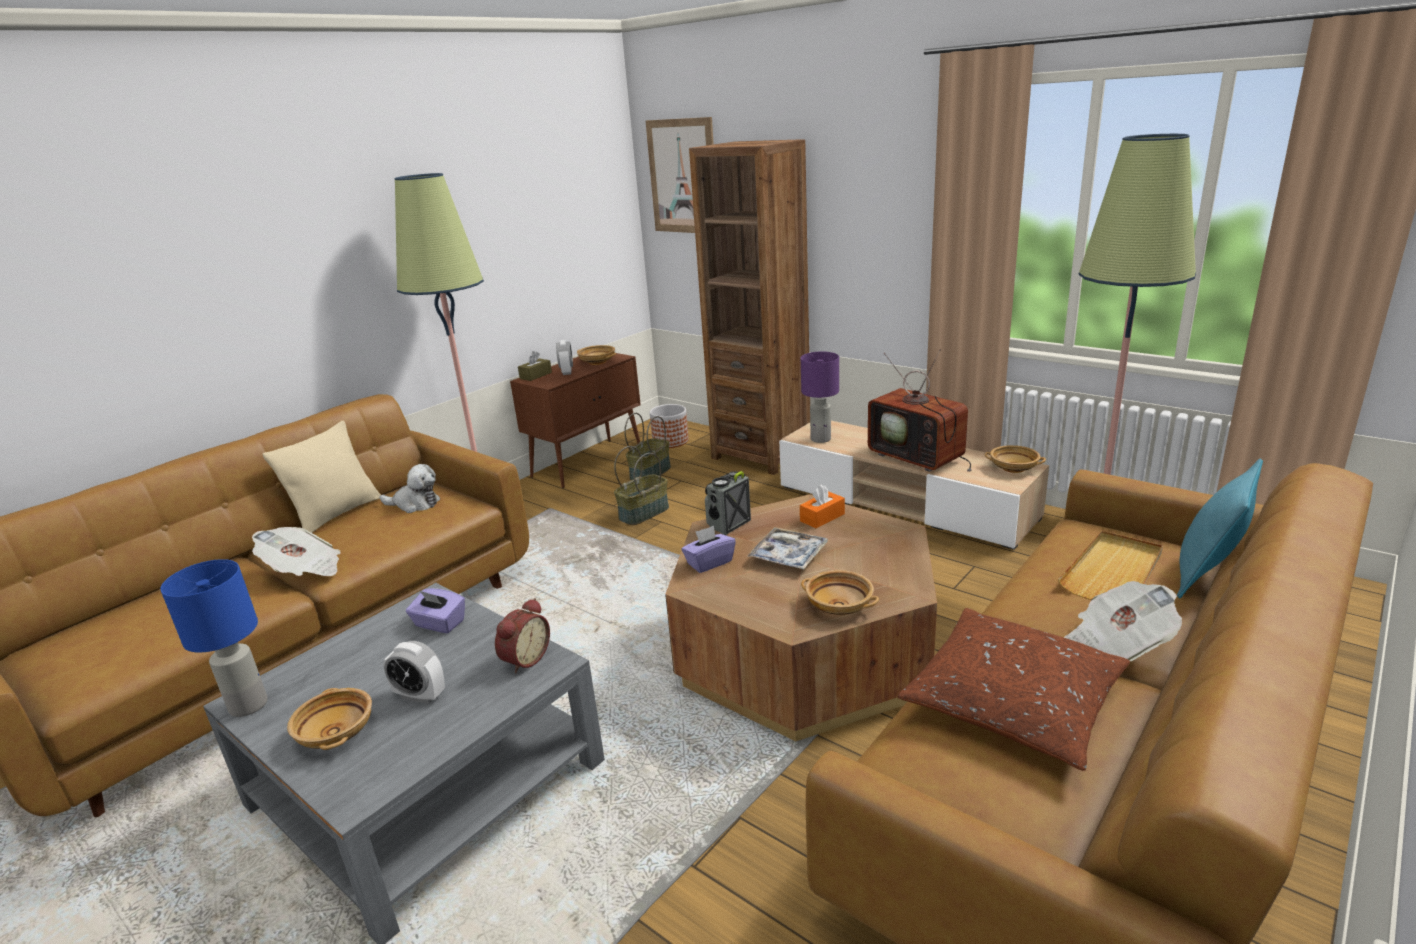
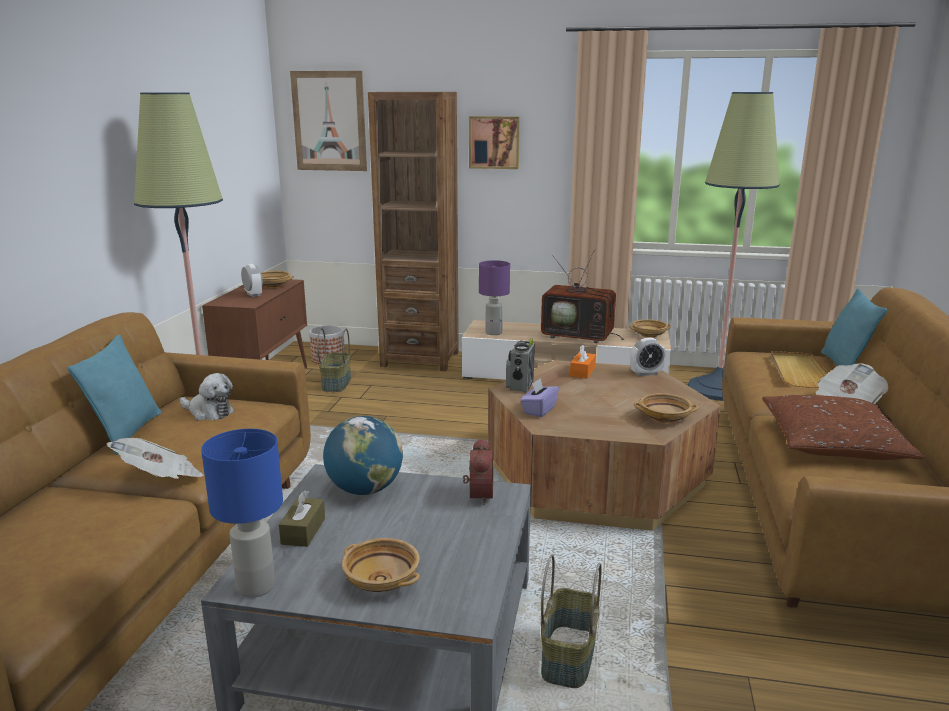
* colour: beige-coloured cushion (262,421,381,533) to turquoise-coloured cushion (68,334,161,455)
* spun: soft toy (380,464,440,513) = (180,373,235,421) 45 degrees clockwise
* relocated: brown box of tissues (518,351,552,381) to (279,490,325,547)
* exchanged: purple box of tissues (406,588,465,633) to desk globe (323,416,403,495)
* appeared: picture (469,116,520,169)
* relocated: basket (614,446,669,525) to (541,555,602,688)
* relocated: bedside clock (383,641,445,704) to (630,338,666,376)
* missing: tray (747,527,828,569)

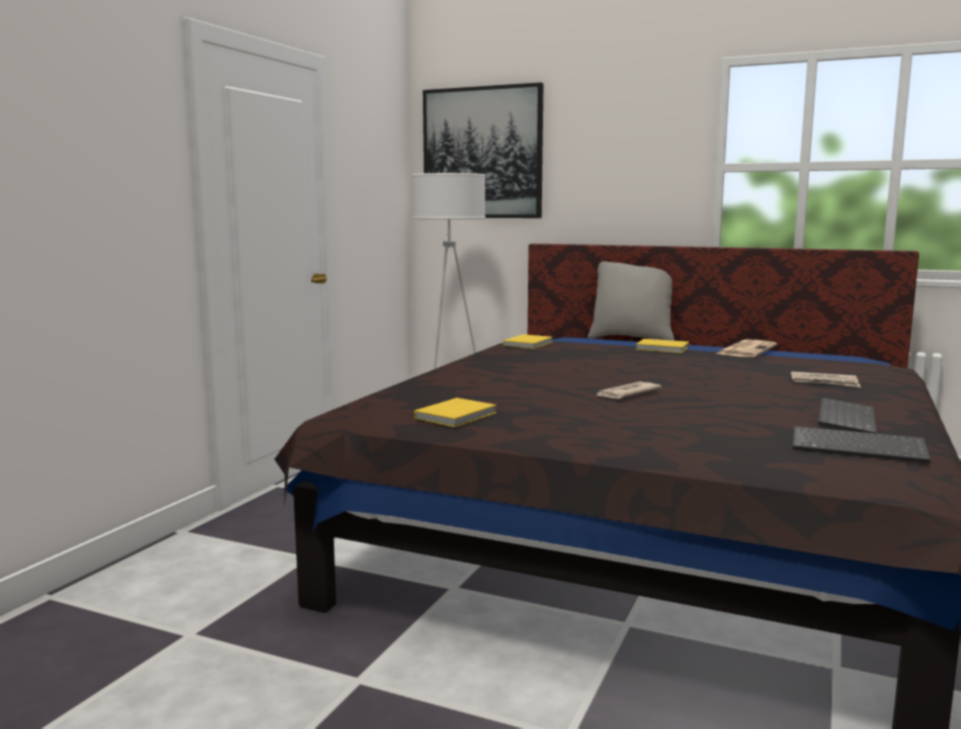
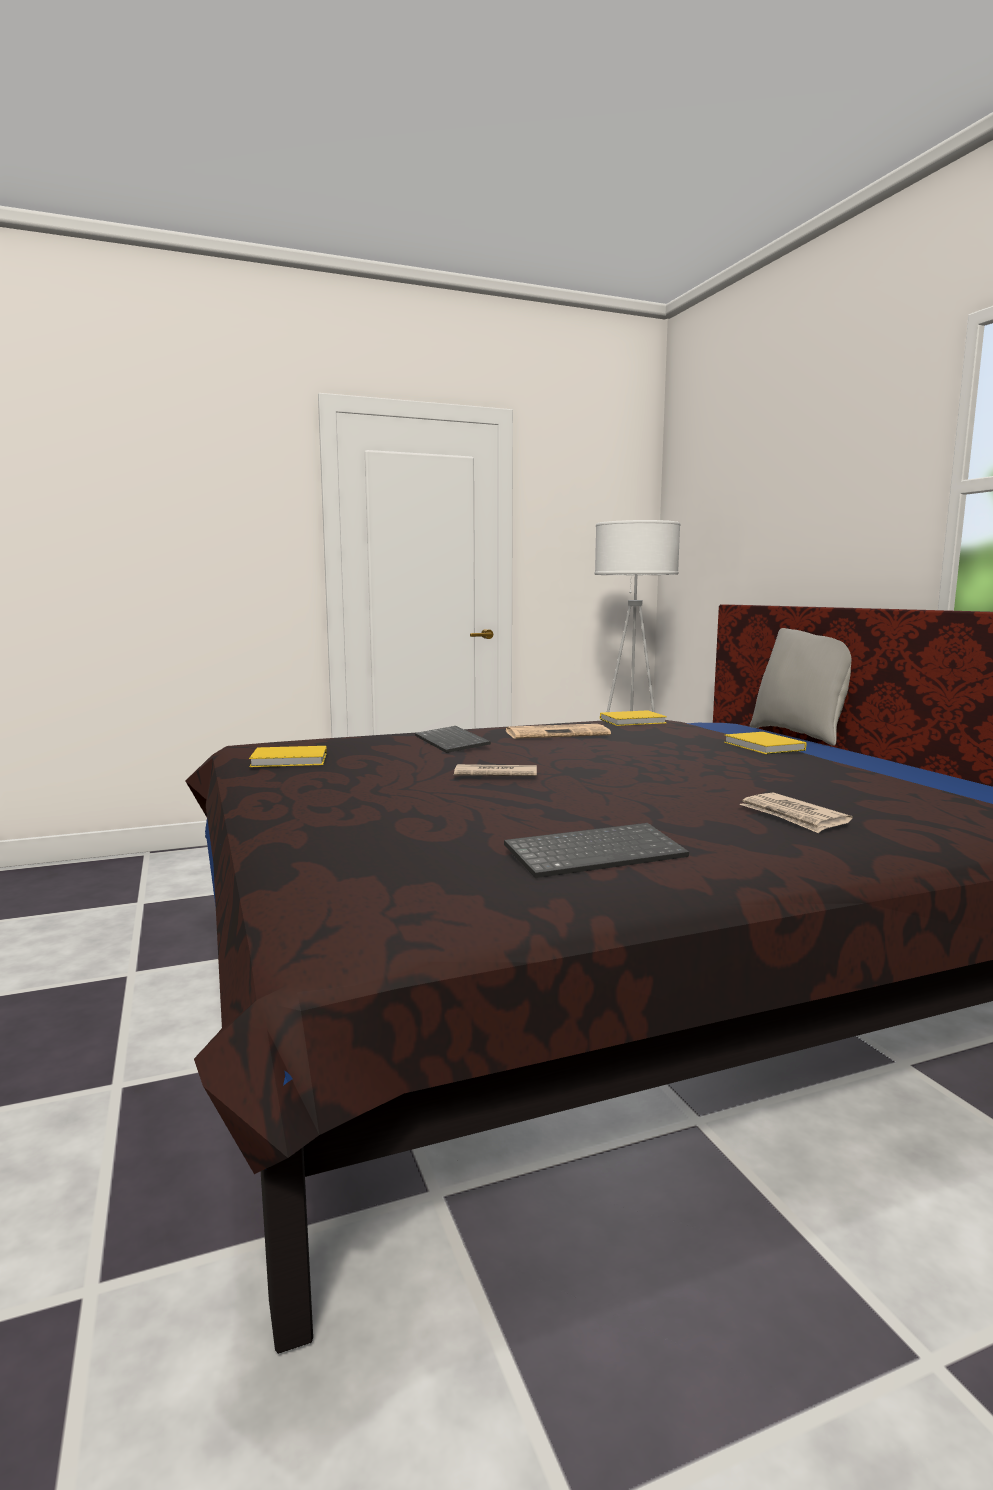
* relocated: PC keyboard (793,426,930,464) to (415,726,491,753)
* relocated: daily paper (716,339,777,357) to (506,724,611,739)
* missing: picture (423,82,544,218)

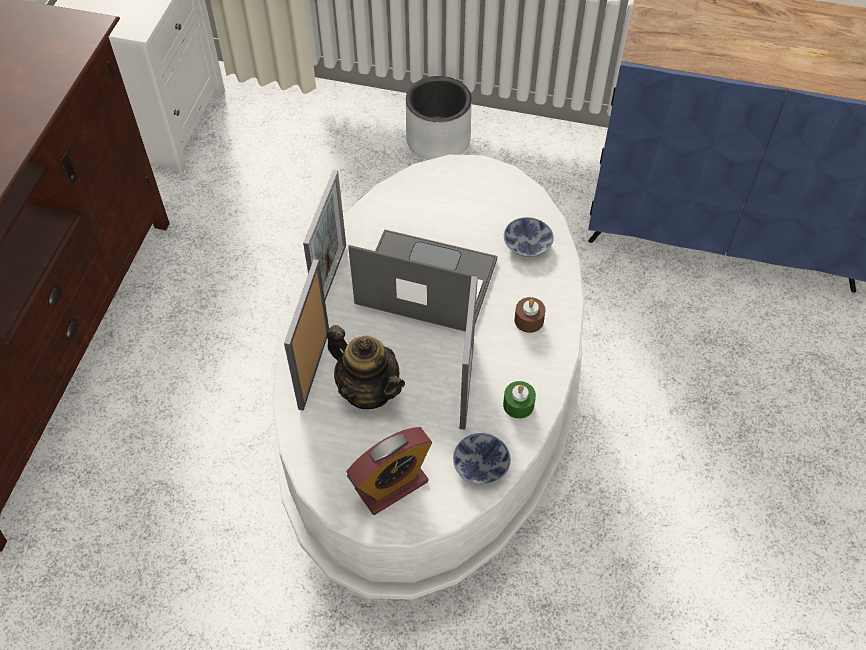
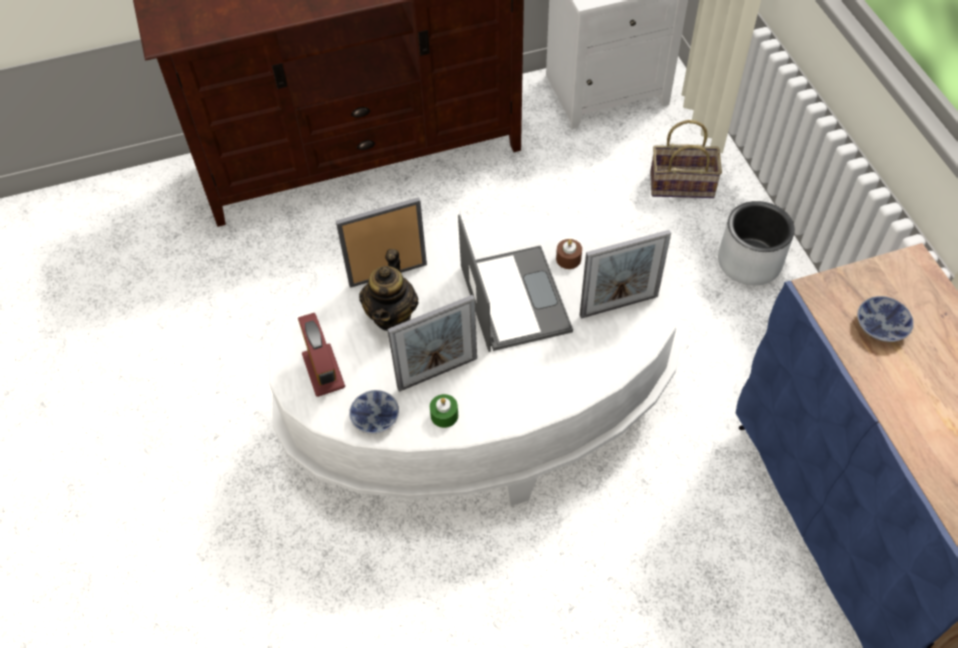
* spun: bedside clock (346,427,432,515) = (298,313,345,397) 135 degrees counterclockwise
* relocated: brown wax candle (514,297,546,333) to (556,239,582,269)
* relocated: photo frame (303,170,346,300) to (580,230,671,319)
* appeared: basket (650,120,722,198)
* relocated: bowl (504,217,554,257) to (857,296,913,342)

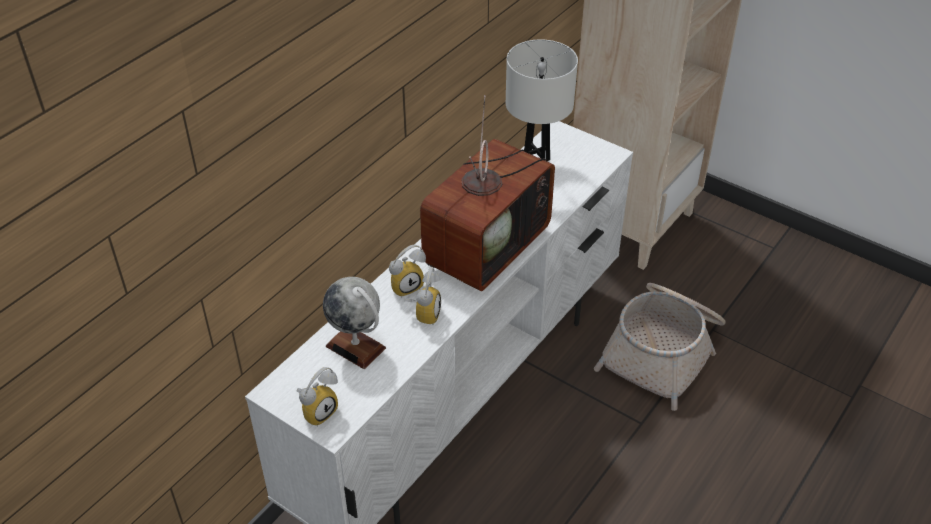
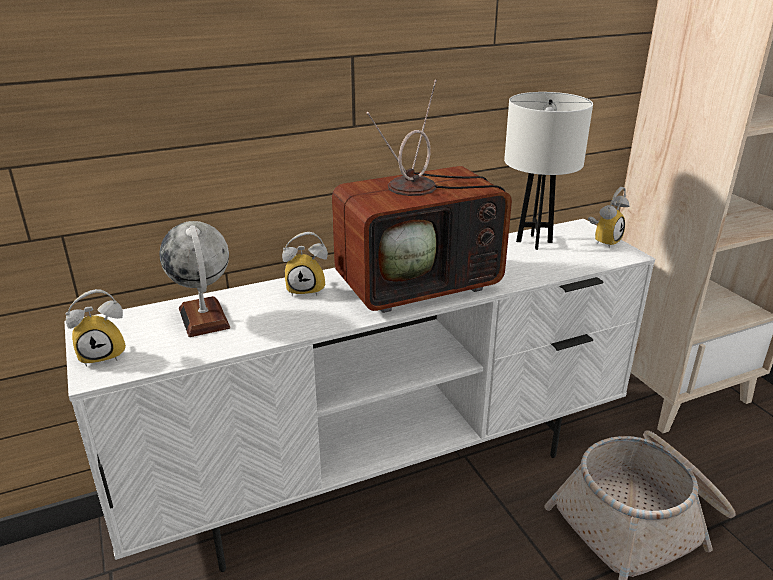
* relocated: bedside clock (404,267,441,324) to (588,187,629,249)

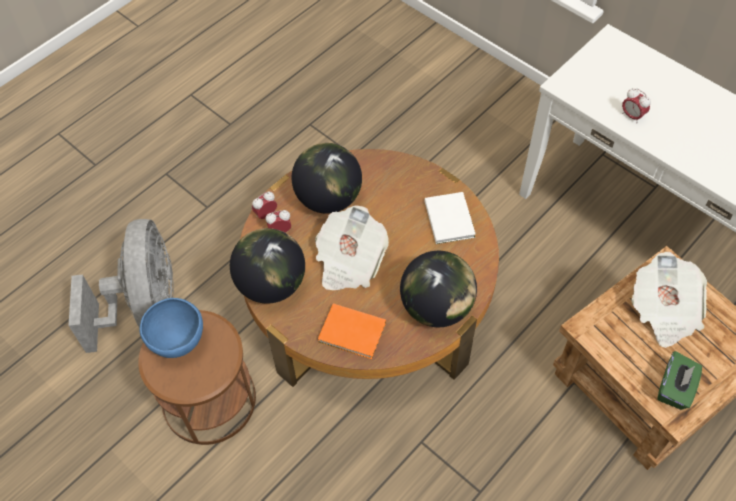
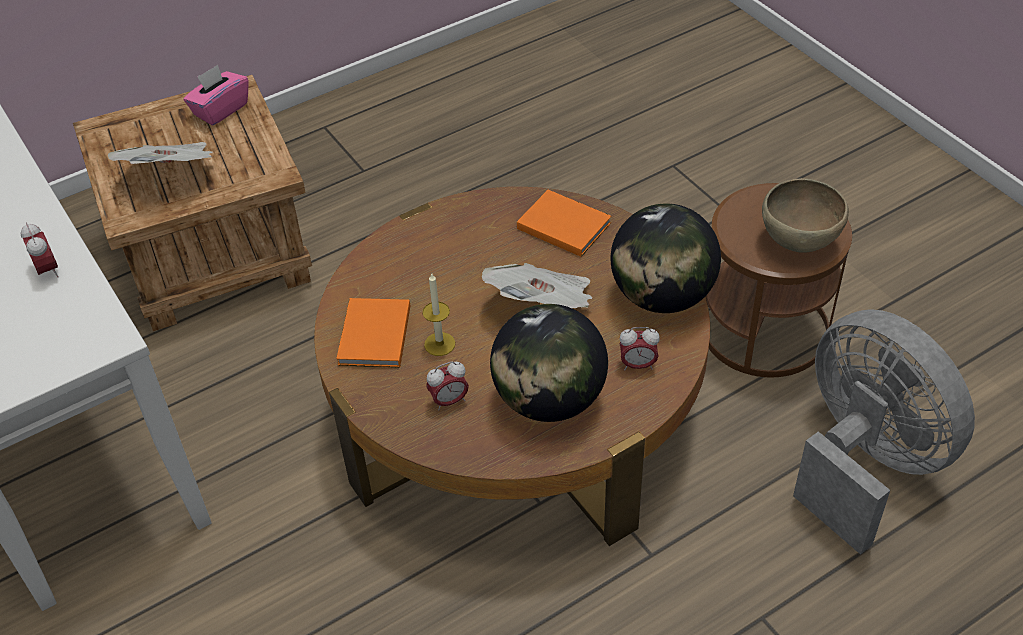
* colour: green box of tissues (657,351,702,410) to pink box of tissues (183,65,248,126)
* colour: white bound book (425,192,476,244) to orangey bound book (336,298,410,367)
* appeared: wax candle (423,274,455,356)
* relocated: bedside clock (252,191,277,219) to (426,361,469,411)
* colour: blue bowl (139,298,203,358) to brown bowl (762,178,849,253)
* spun: greyish electric fan (68,219,174,353) = (793,309,975,555) 135 degrees clockwise
* missing: desk globe (400,251,477,327)

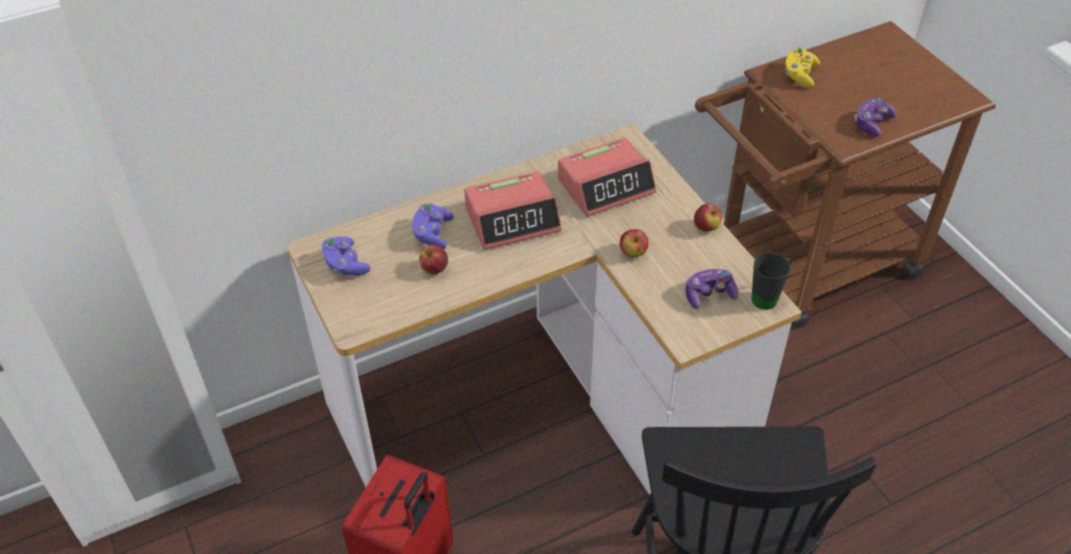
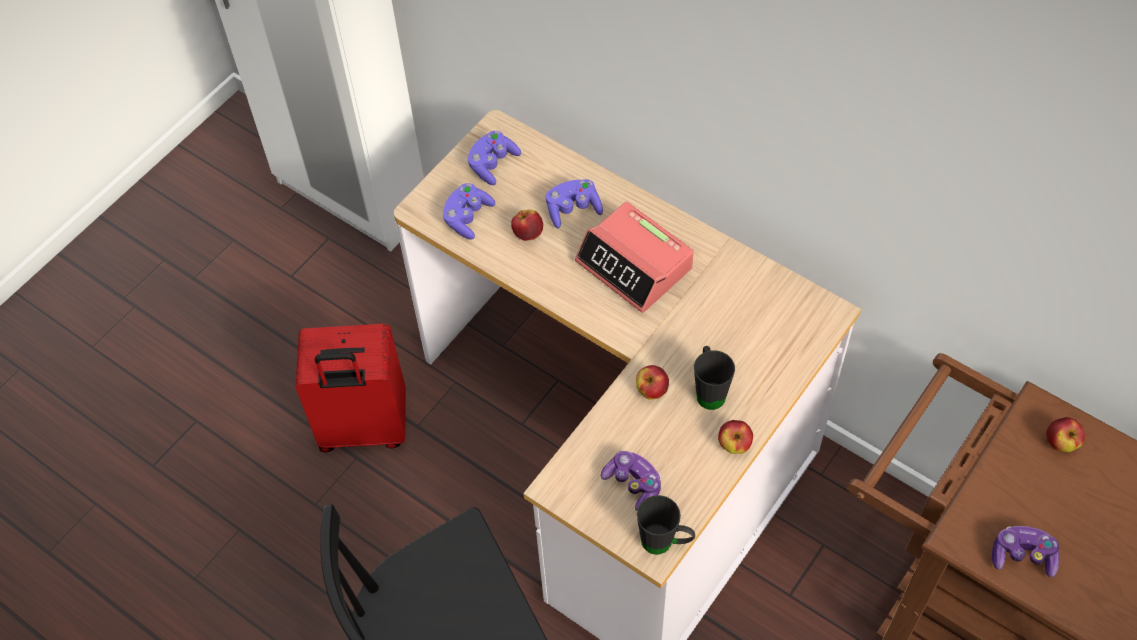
* appeared: purple joypad (442,183,495,240)
* appeared: blackish mug (694,346,735,410)
* exchanged: yellow-coloured joypad (785,48,820,88) to whole apple (1046,417,1085,452)
* missing: bedside clock (558,138,656,217)

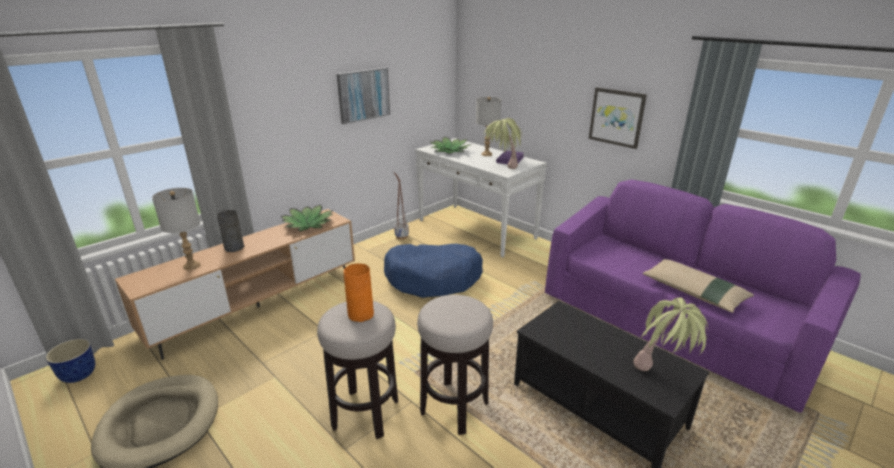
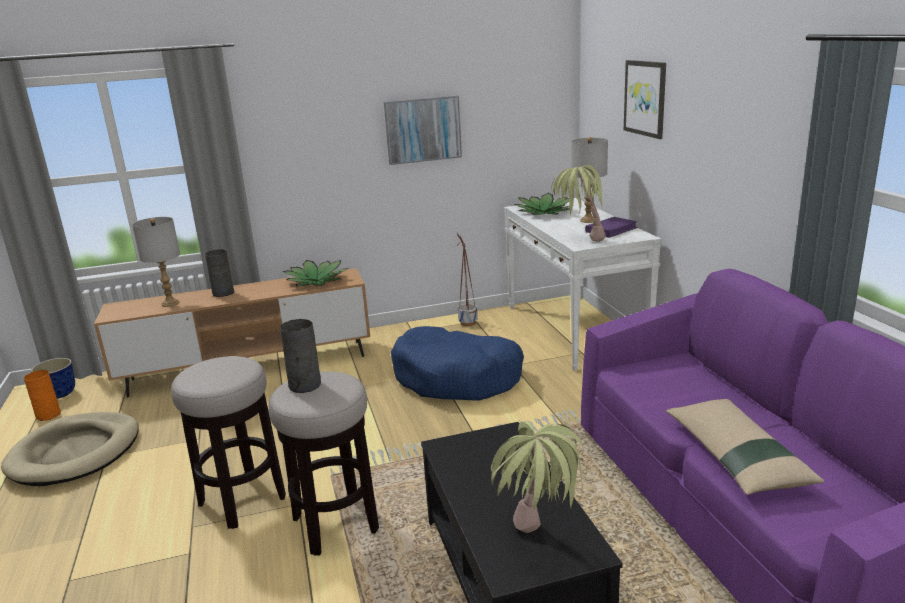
* relocated: orangey vase (344,263,374,322) to (24,370,61,421)
* appeared: greyish vase (280,319,321,393)
* relocated: picture (589,87,647,149) to (624,60,666,139)

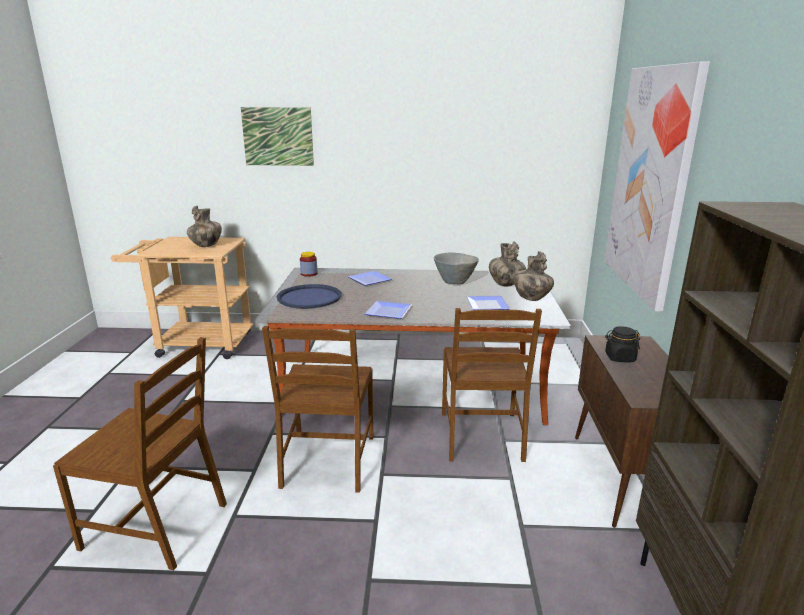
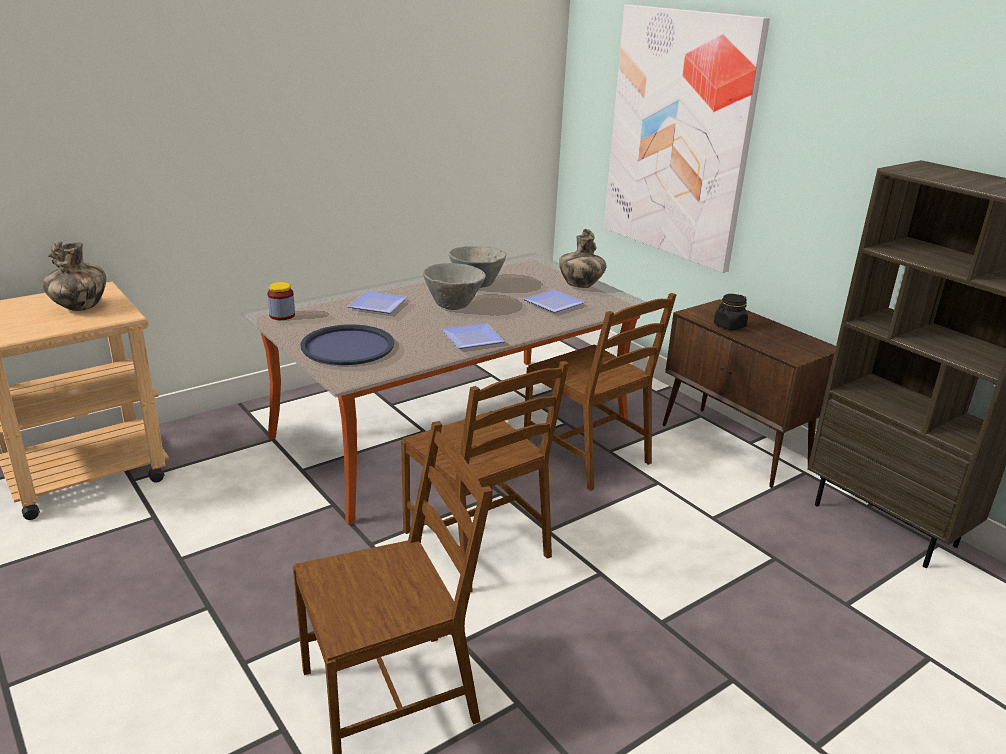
* appeared: greyish bowl (423,263,486,310)
* missing: picture (241,107,314,166)
* missing: vase (489,241,527,286)

